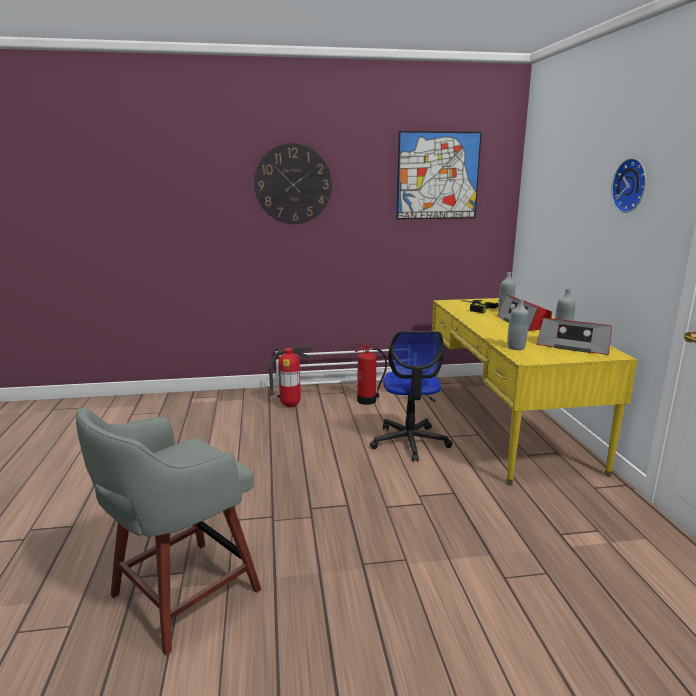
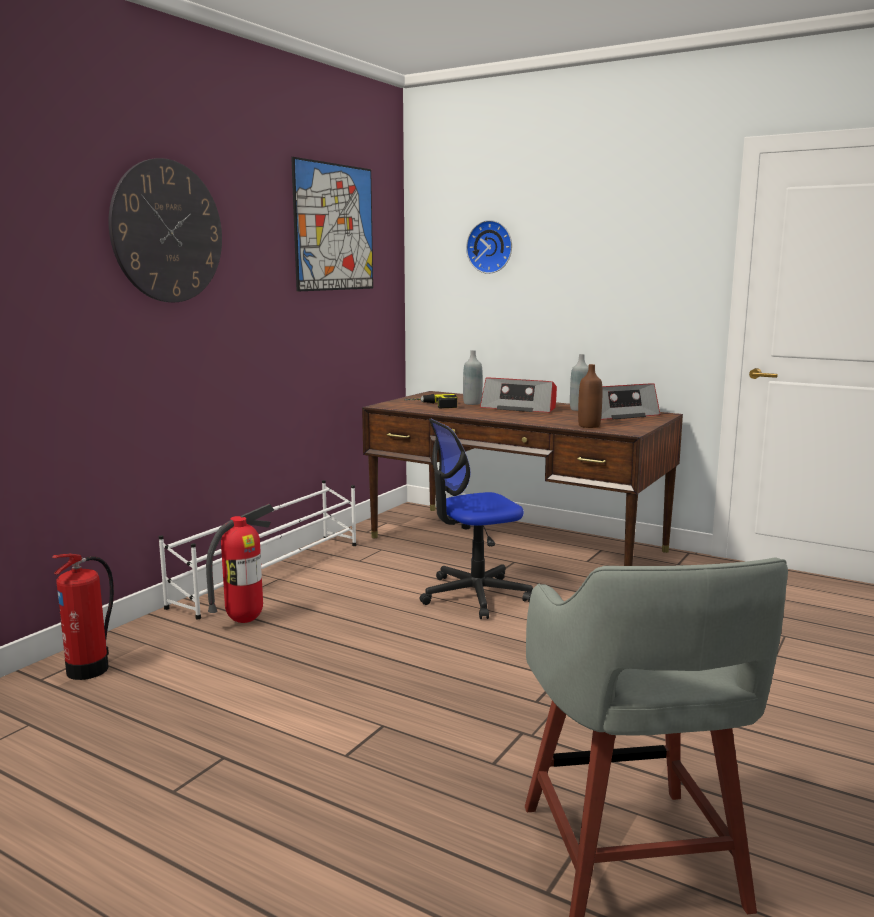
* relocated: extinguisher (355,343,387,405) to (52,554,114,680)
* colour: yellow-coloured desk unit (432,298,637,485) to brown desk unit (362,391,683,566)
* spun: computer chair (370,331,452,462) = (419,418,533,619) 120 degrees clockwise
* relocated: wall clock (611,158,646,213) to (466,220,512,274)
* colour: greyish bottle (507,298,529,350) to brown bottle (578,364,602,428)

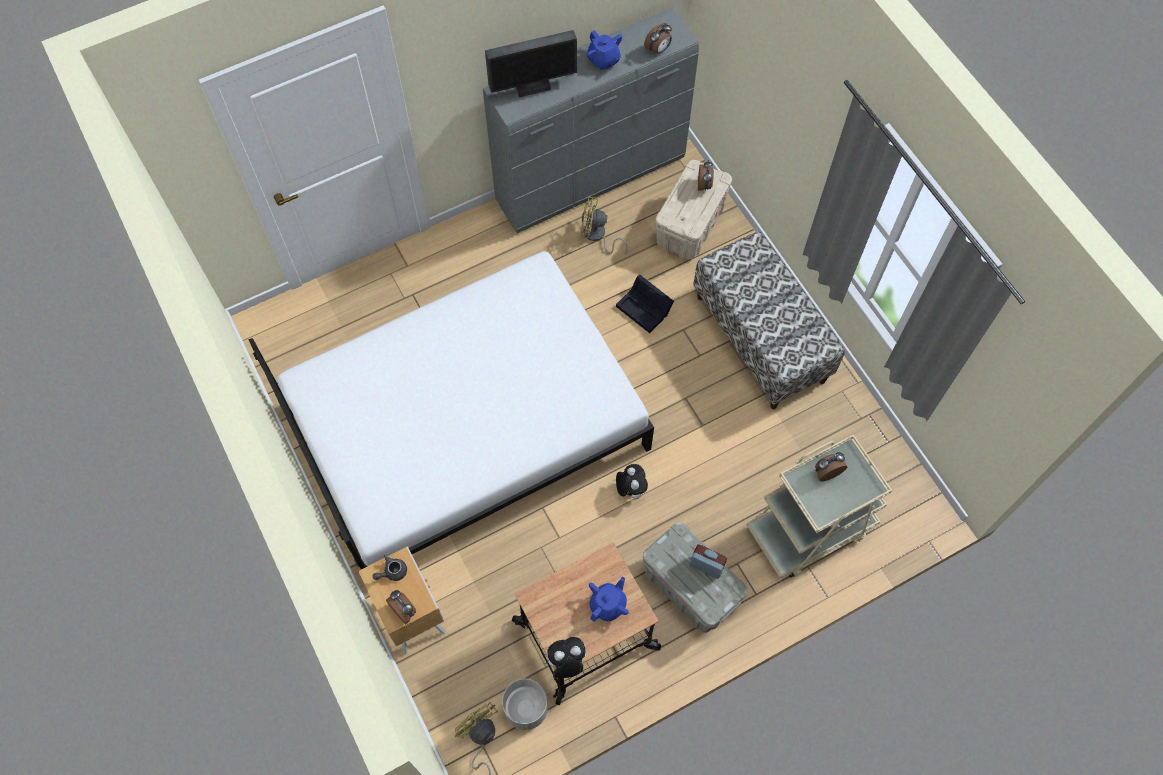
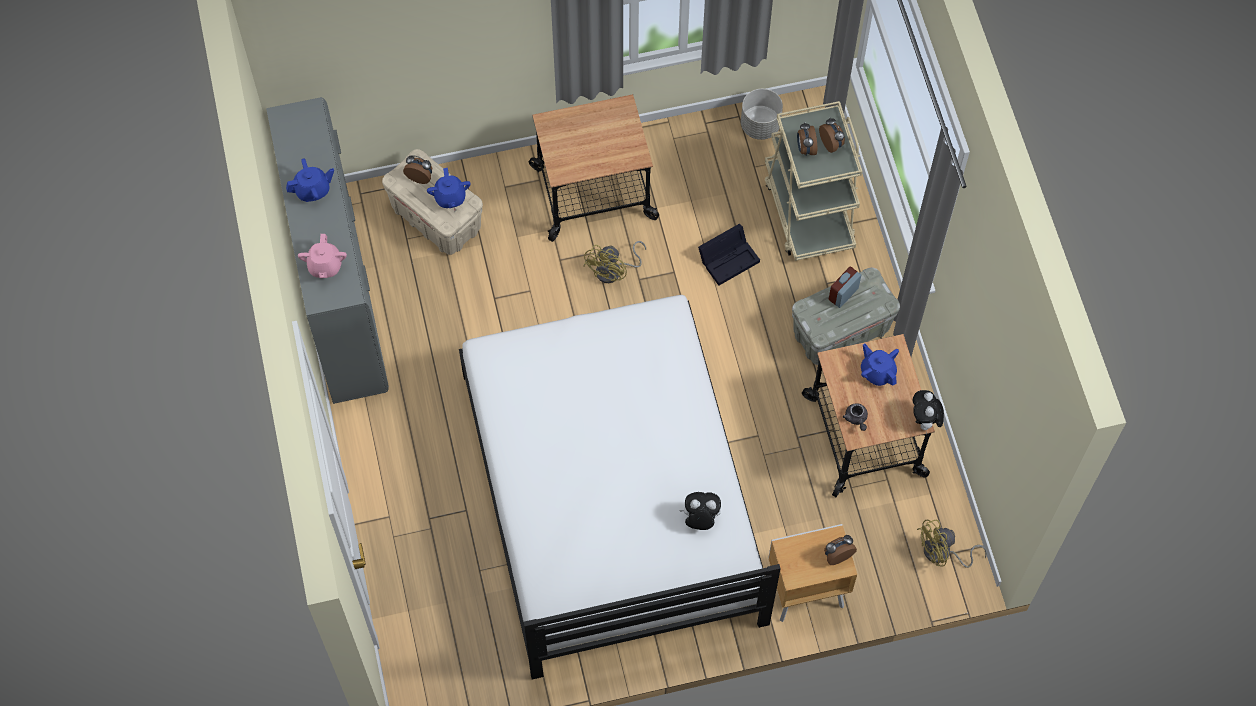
* exchanged: computer screen (485,30,577,97) to pink teapot (298,234,347,278)
* appeared: blue teapot (427,168,471,208)
* exchanged: bench (693,231,845,409) to trolley (529,94,659,242)
* relocated: yellow-coloured electric fan (581,196,628,254) to (583,241,646,283)
* relocated: soft toy (616,464,648,499) to (679,492,721,530)
* relocated: blackish storage container (616,275,674,333) to (698,224,760,286)
* relocated: greyish plant pot (502,679,548,730) to (741,89,783,140)
* relocated: bedside clock (644,23,672,54) to (819,118,845,153)
* relocated: greyish teapot (373,555,407,581) to (843,403,868,431)

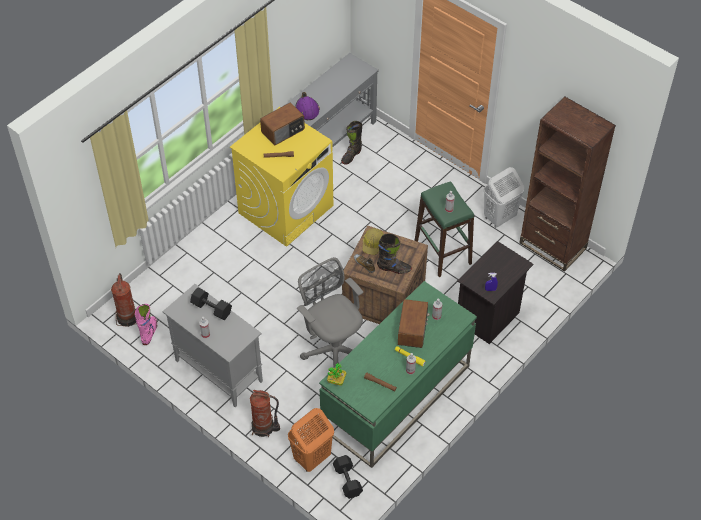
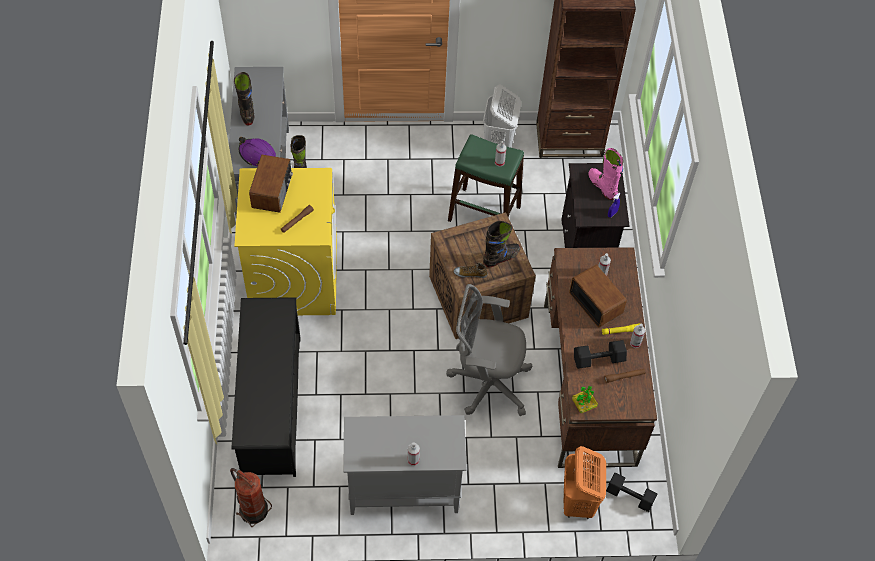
* appeared: blackish shoe rack (232,297,300,477)
* appeared: blackish tall boot (234,72,255,125)
* colour: green desk unit (319,281,477,468) to brown desk unit (544,247,657,468)
* relocated: blackish free weight (190,288,232,320) to (574,340,627,369)
* relocated: pink tall boot (135,304,157,345) to (589,148,623,200)
* missing: extinguisher (250,390,280,437)
* missing: work helmet (363,228,384,255)

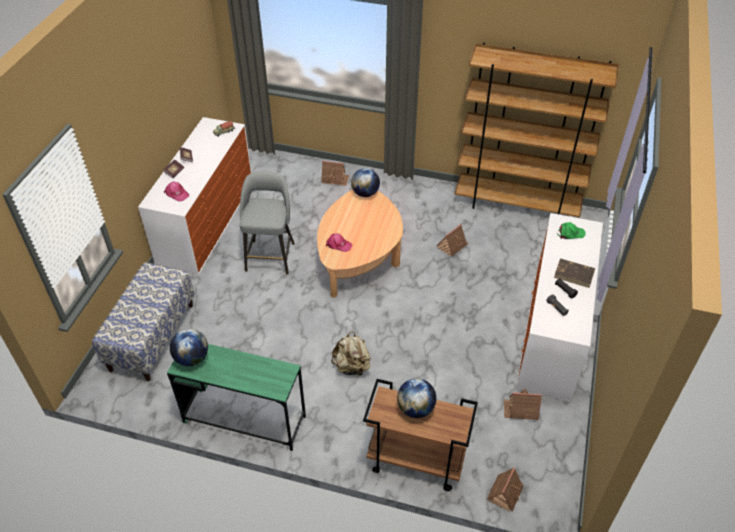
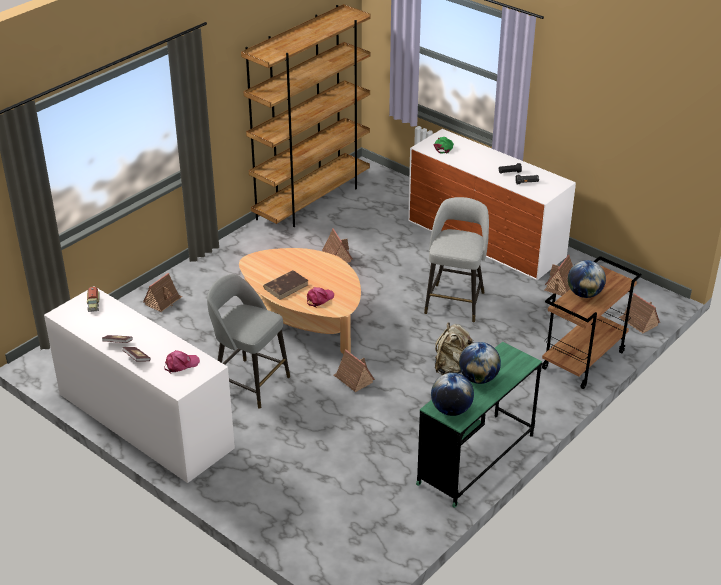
* relocated: brown bound book (554,258,595,288) to (263,270,309,300)
* appeared: model house (334,350,375,392)
* appeared: greyish stool seat (424,197,489,322)
* relocated: desk globe (351,168,380,197) to (459,342,501,384)
* missing: bench (92,262,195,381)

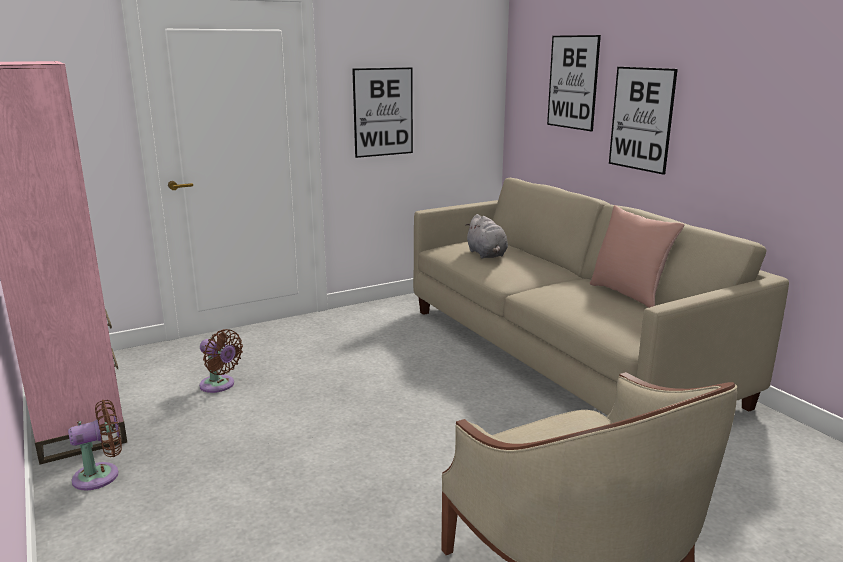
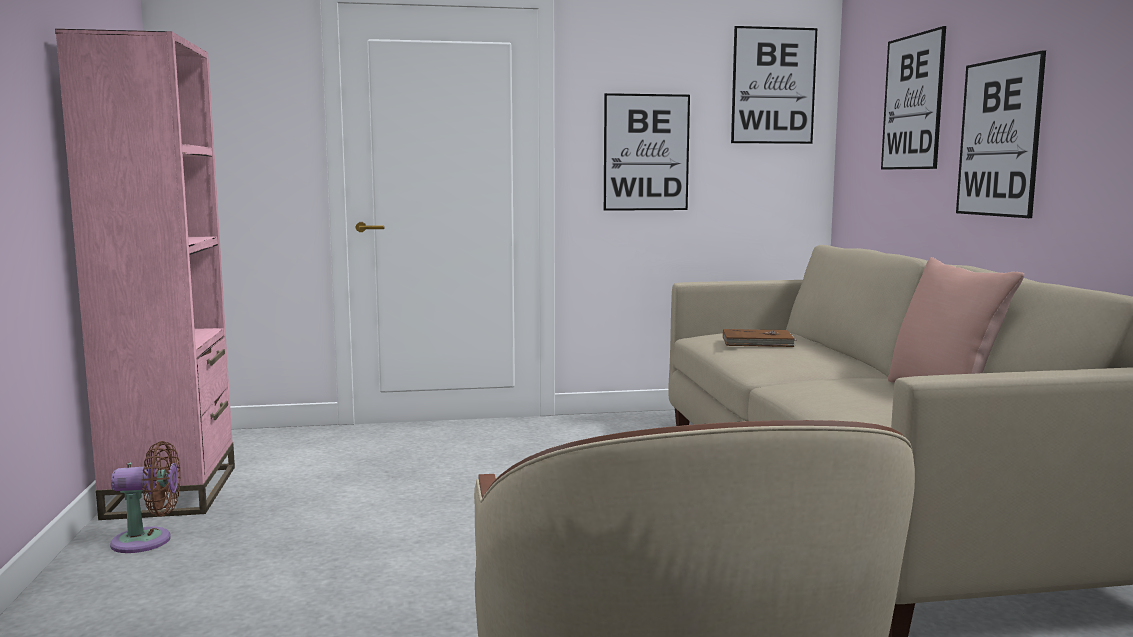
* exchanged: greyish soft toy (465,214,508,259) to brown bound book (723,329,796,347)
* appeared: picture (731,26,817,144)
* missing: brown electric fan (199,329,243,393)

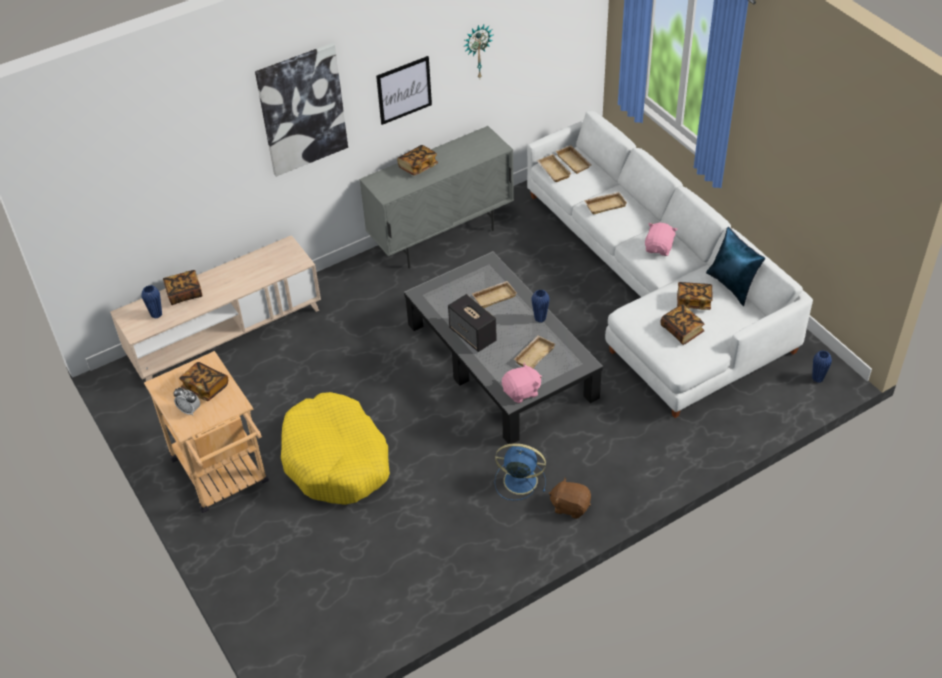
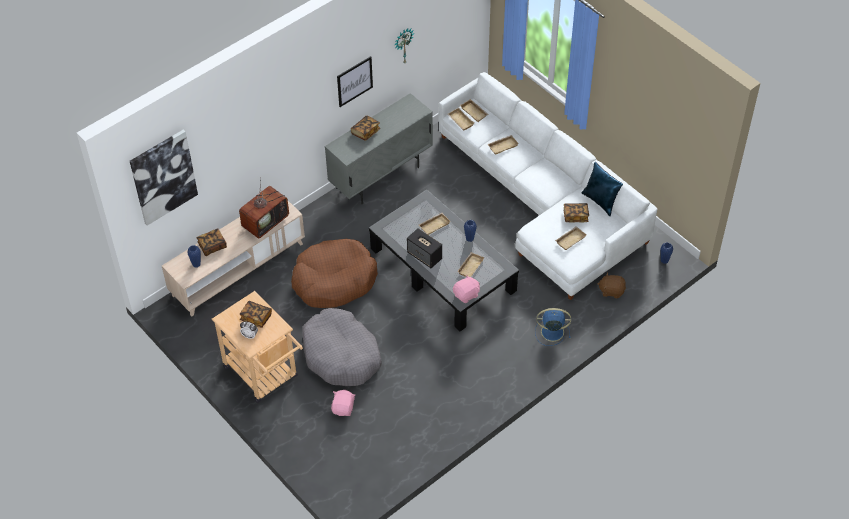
* relocated: picture (255,43,348,177) to (130,130,198,226)
* appeared: television (239,177,289,239)
* appeared: brown dog cushion (291,239,378,308)
* colour: yellow-coloured dog cushion (281,392,390,505) to greyish dog cushion (302,308,382,386)
* relocated: pink soft toy (645,223,677,256) to (331,390,355,416)
* relocated: blue electric fan (495,443,546,500) to (535,308,571,346)
* exchanged: bound book (661,304,705,345) to beige-coloured tray (555,226,587,250)
* relocated: brown soft toy (549,478,591,519) to (598,272,626,298)

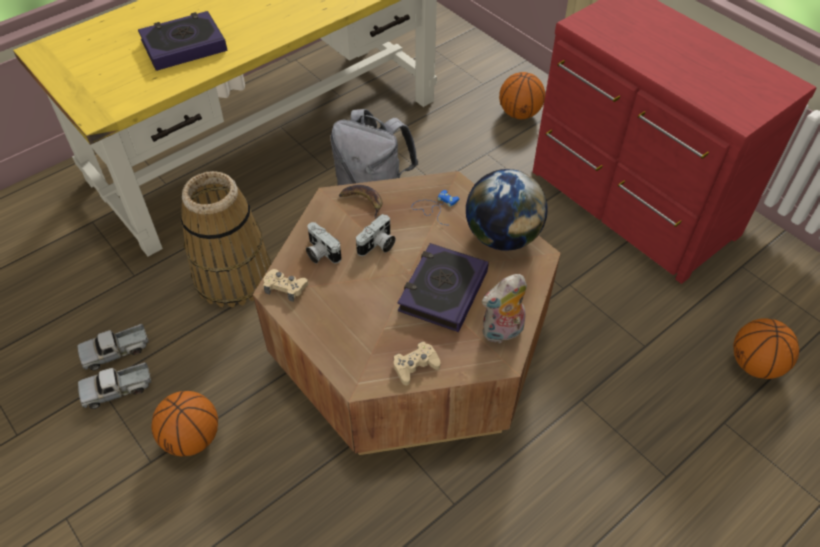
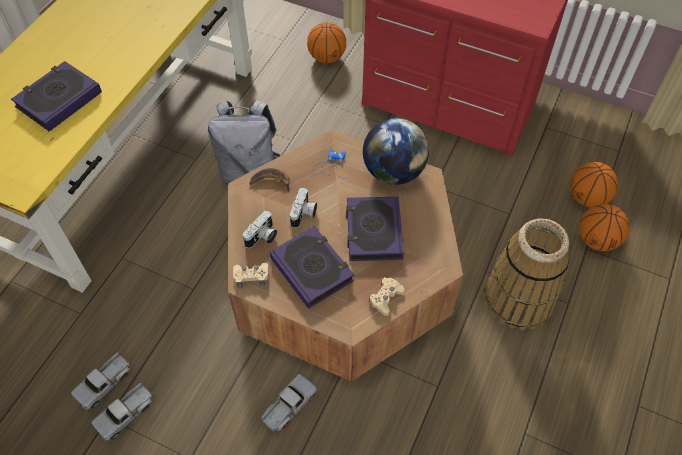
* spun: still camera (306,222,342,264) = (243,210,277,248) 75 degrees counterclockwise
* appeared: toy lorry (261,374,317,432)
* appeared: bound book (270,226,354,309)
* relocated: basket (181,171,271,308) to (484,218,570,330)
* relocated: basketball (151,391,218,456) to (579,204,629,251)
* missing: soft toy (482,274,527,344)

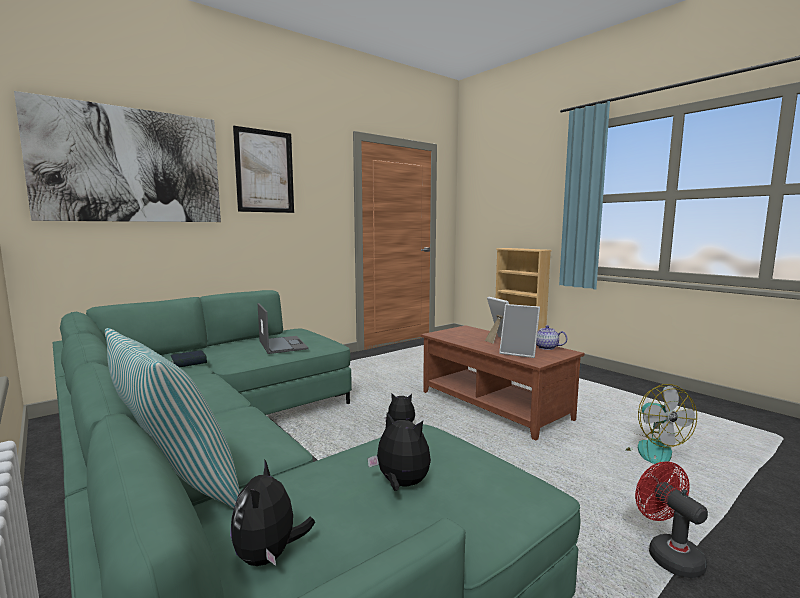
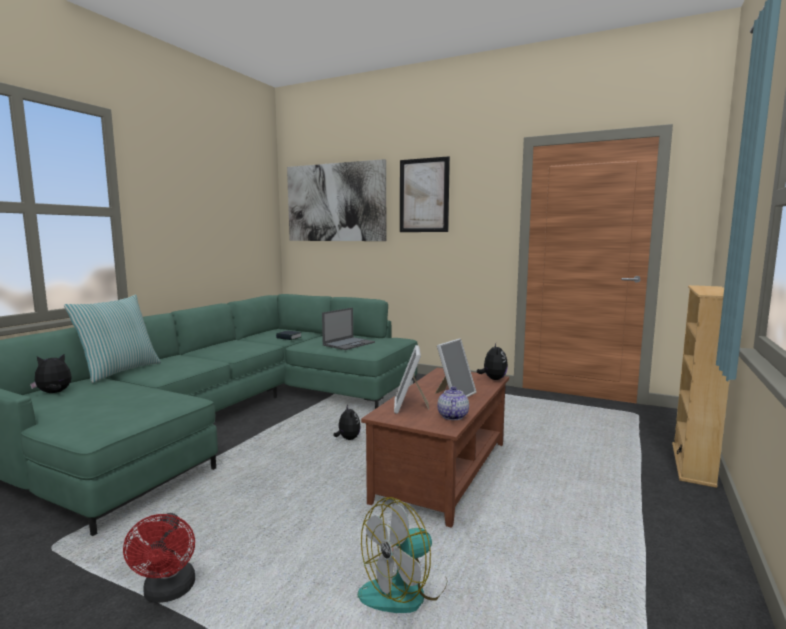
* spun: red-coloured electric fan (635,461,708,578) = (123,513,195,603) 120 degrees clockwise
* relocated: soft toy (367,412,431,491) to (477,343,508,380)

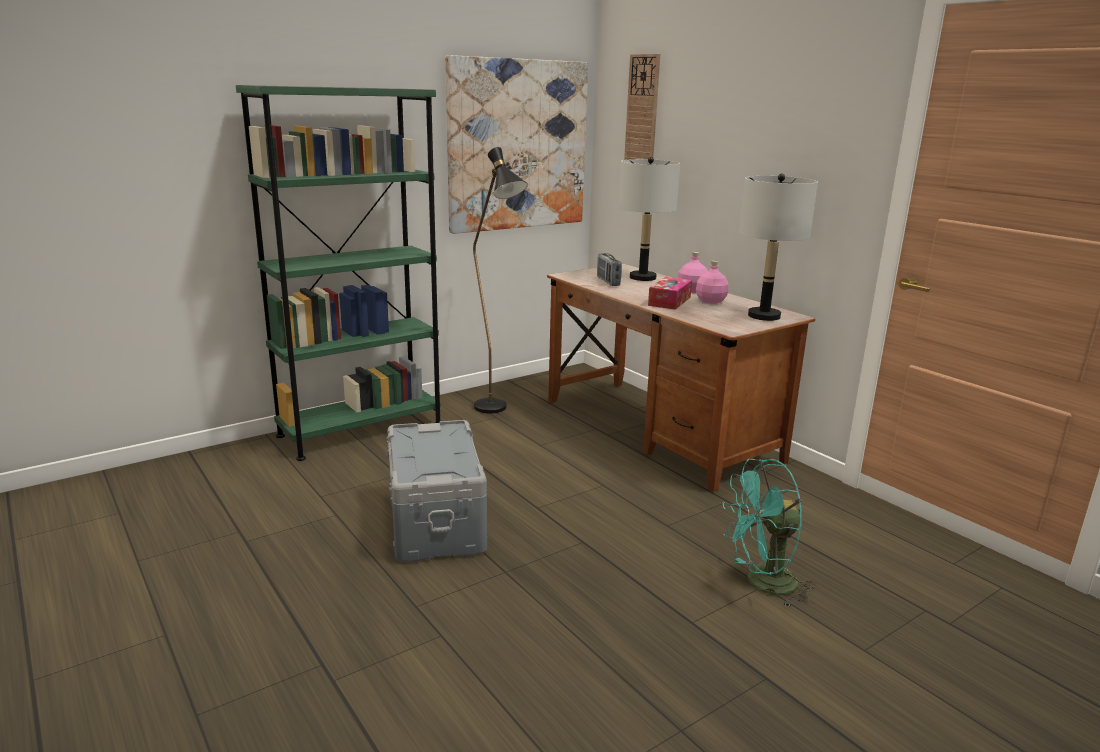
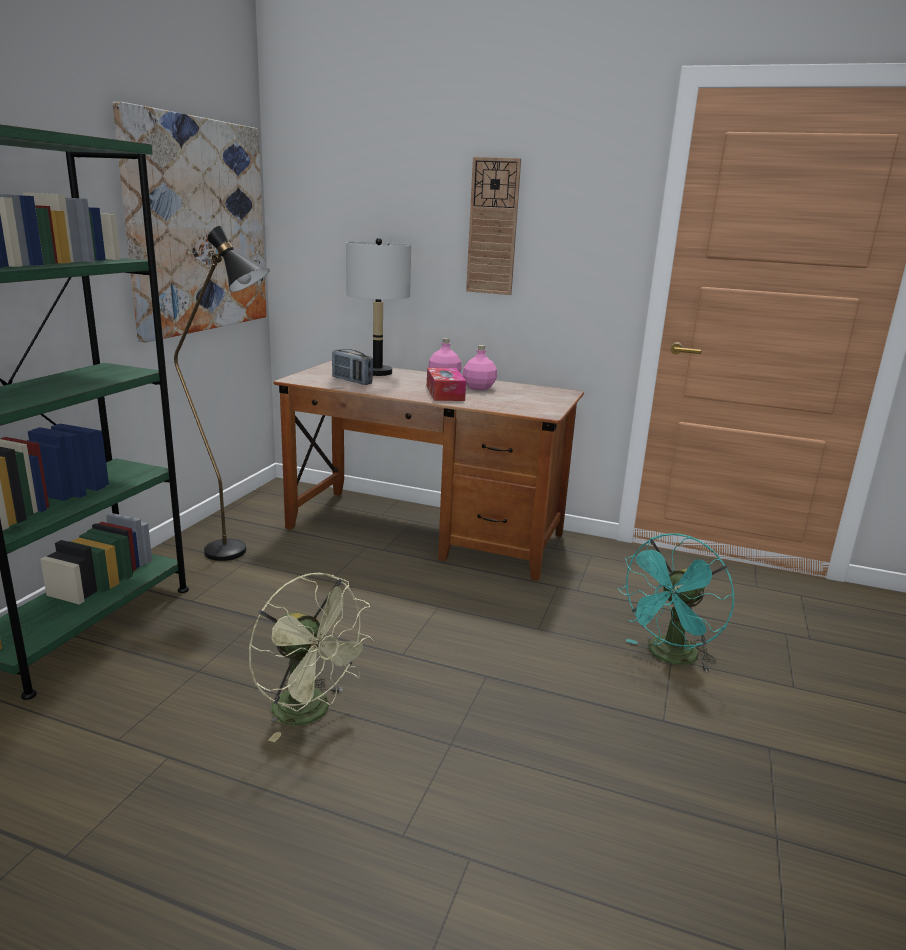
* exchanged: greyish storage container (387,420,487,562) to green electric fan (249,573,374,742)
* relocated: wall clock (624,54,660,160) to (466,157,521,295)
* missing: greyish tabletop lamp (739,174,818,321)

